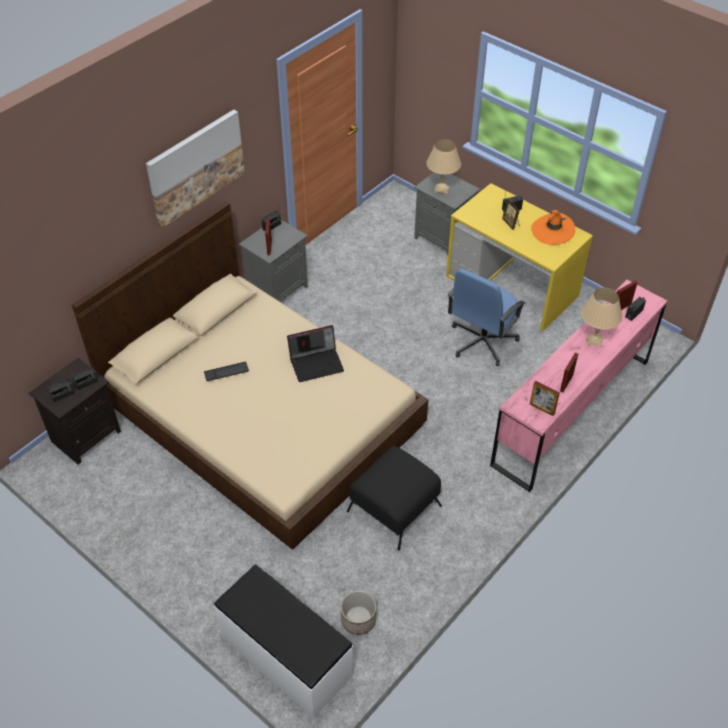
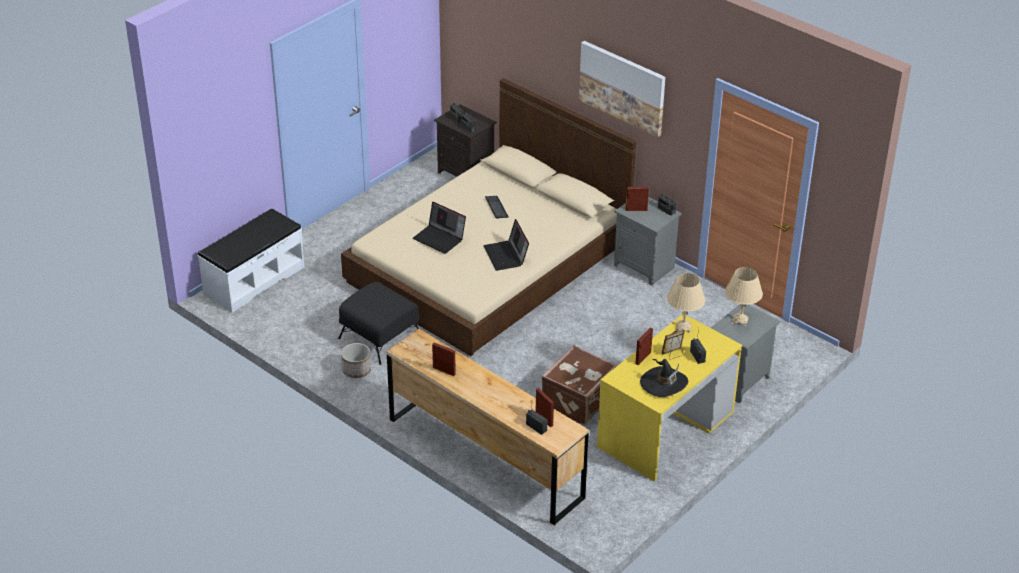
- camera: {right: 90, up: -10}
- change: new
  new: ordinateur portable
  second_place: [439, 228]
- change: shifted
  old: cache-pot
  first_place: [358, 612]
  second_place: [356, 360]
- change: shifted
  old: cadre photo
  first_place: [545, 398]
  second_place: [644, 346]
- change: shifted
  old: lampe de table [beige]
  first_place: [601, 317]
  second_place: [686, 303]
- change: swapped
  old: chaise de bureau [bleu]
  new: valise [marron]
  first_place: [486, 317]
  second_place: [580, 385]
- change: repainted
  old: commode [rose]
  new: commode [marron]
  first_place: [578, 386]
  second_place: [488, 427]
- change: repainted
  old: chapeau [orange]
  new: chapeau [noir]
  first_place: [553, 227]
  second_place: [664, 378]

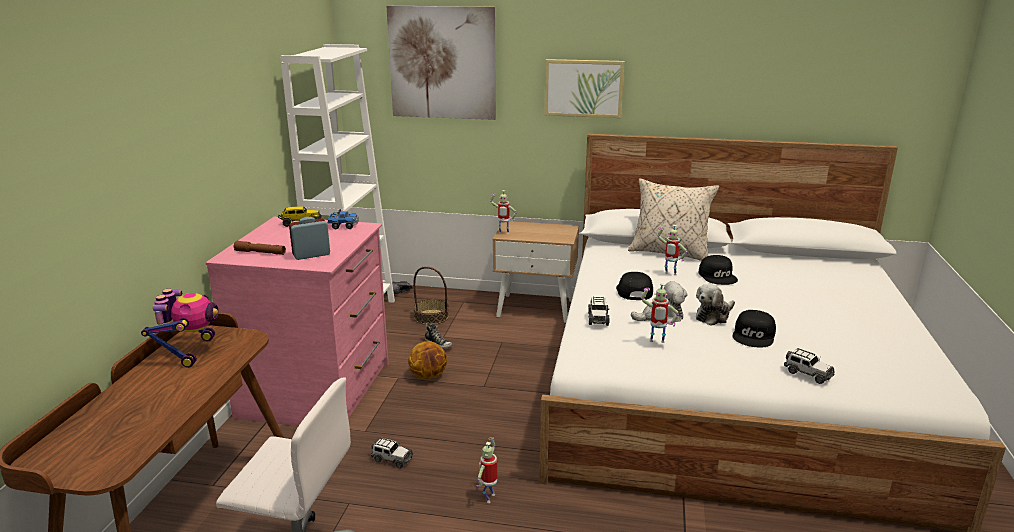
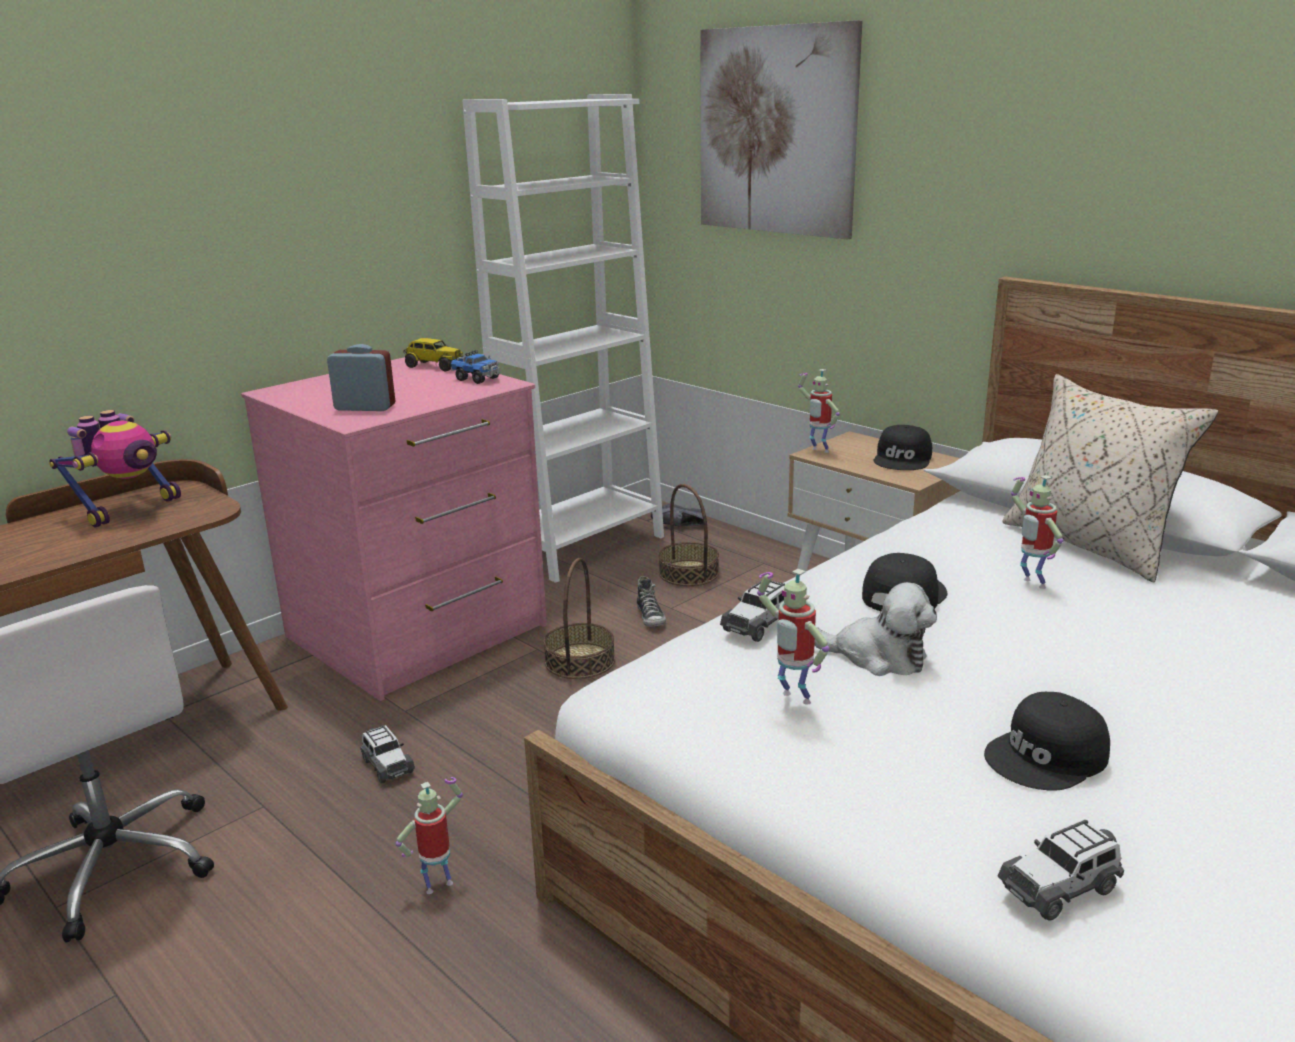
- camera: {right: 35, up: 0}
- change: gone
  old: lampe de poche [marron]
  first_place: [259, 248]
- change: gone
  old: tableau
  first_place: [584, 88]
- change: gone
  old: peluche
  first_place: [715, 305]
- change: shifted
  old: casquette [noir]
  first_place: [718, 270]
  second_place: [902, 447]
- change: swapped
  old: ballon de basket
  new: panier
  first_place: [427, 360]
  second_place: [579, 618]
- change: rotated
  old: petite voiture
  first_place: [809, 366]
  second_place: [1061, 870]
  degrees: 75

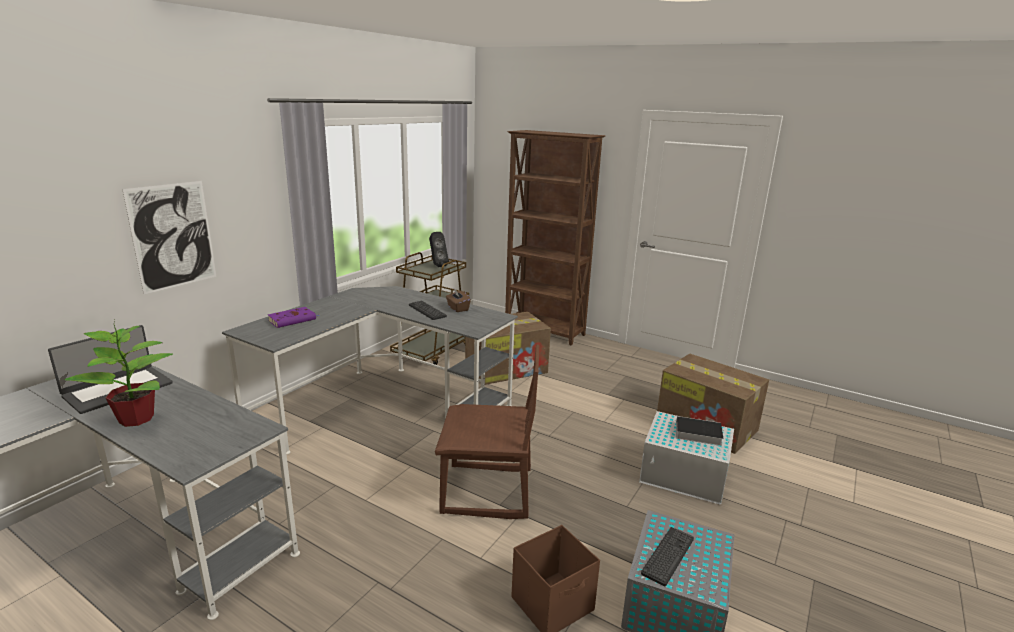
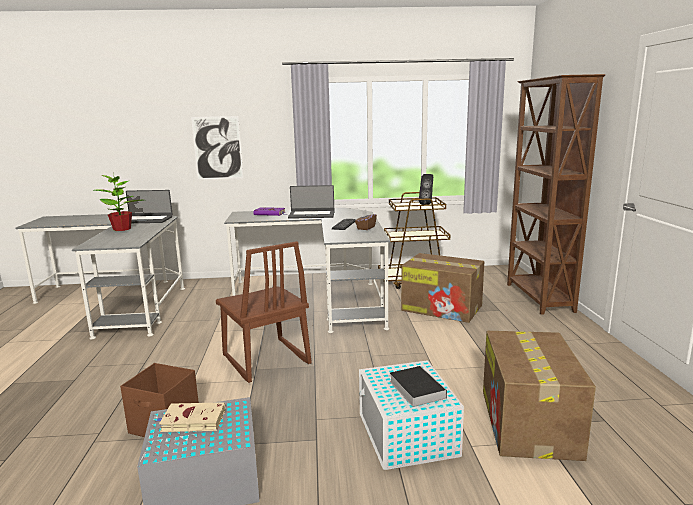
- camera: {right: 55, up: -5}
- change: new
  new: ordinateur portable
  second_place: [311, 202]
- change: swapped
  old: clavier
  new: livre [beige]
  first_place: [667, 556]
  second_place: [191, 417]

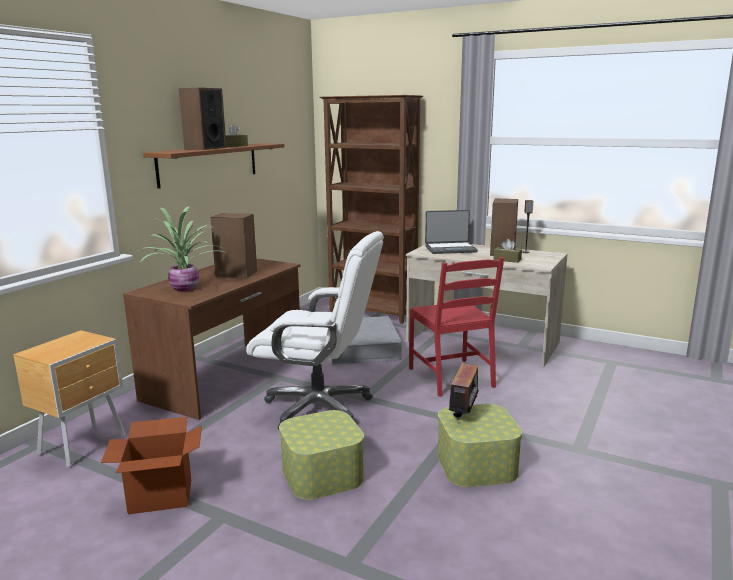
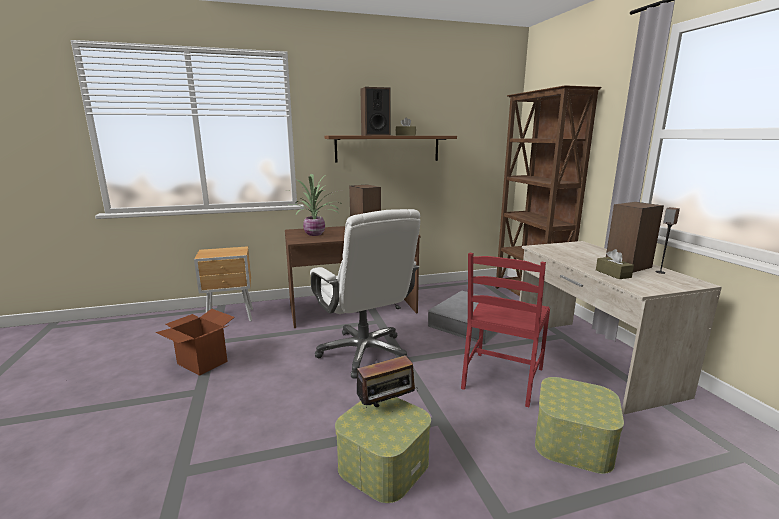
- camera: {right: 45, up: 0}
- change: gone
  old: ordinateur portable
  first_place: [451, 232]
- change: shifted
  old: boîte de rangement
  first_place: [321, 455]
  second_place: [579, 425]

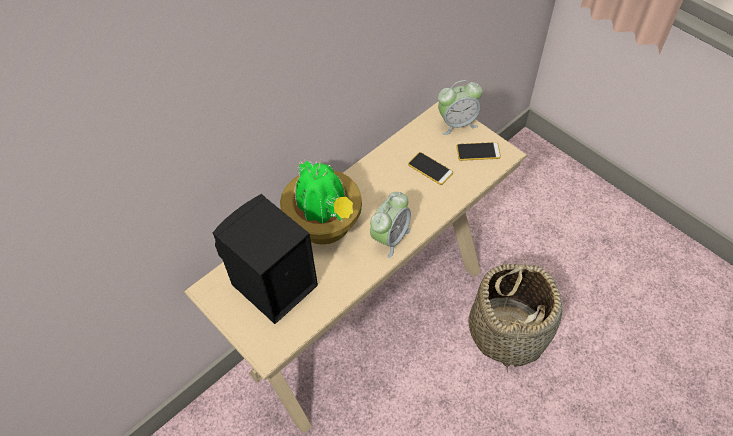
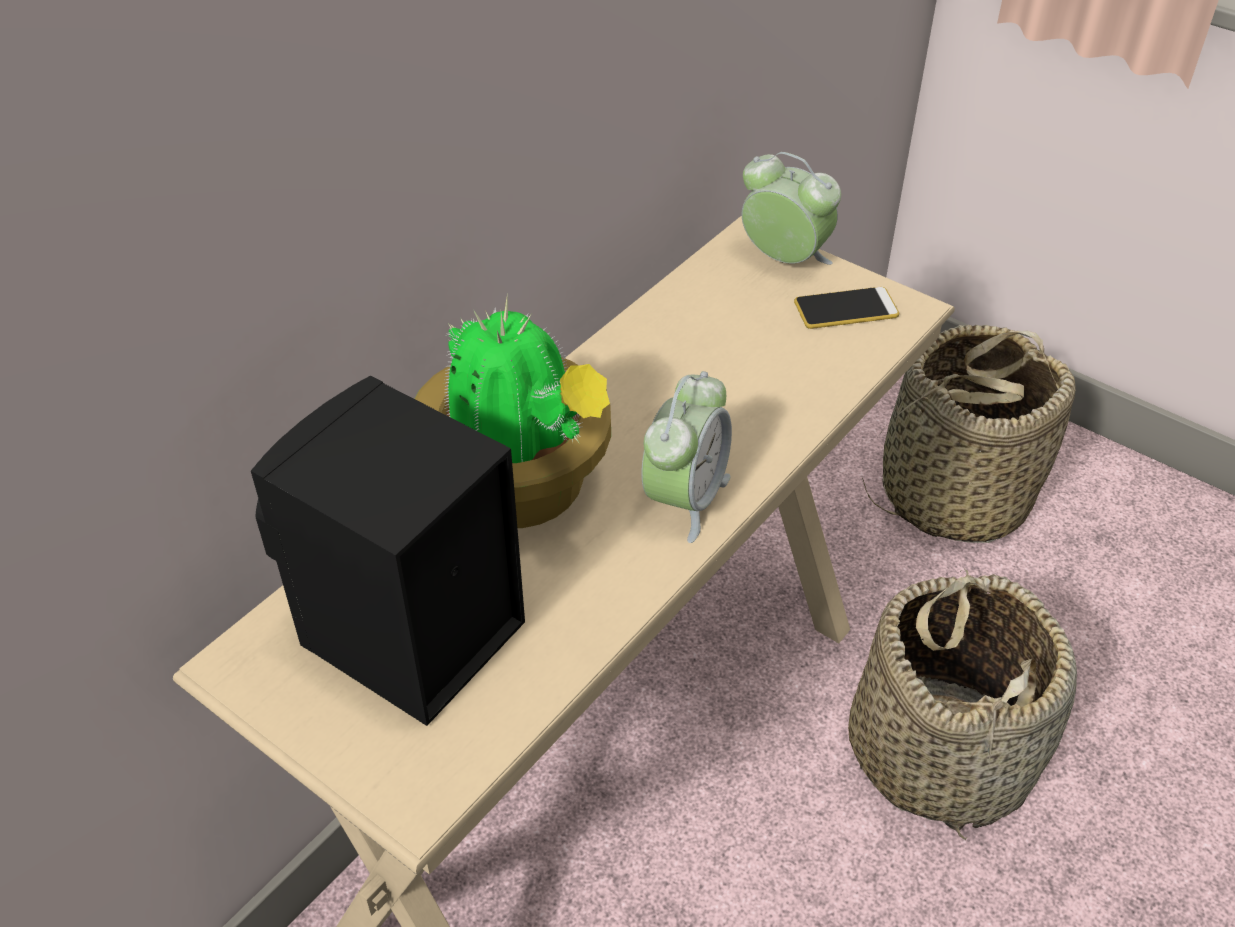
- camera: {right: -10, up: -10}
- change: gone
  old: téléphone
  first_place: [430, 168]
- change: new
  new: panier
  second_place: [968, 434]
- change: rotated
  old: réveil
  first_place: [460, 107]
  second_place: [791, 208]
  degrees: -120

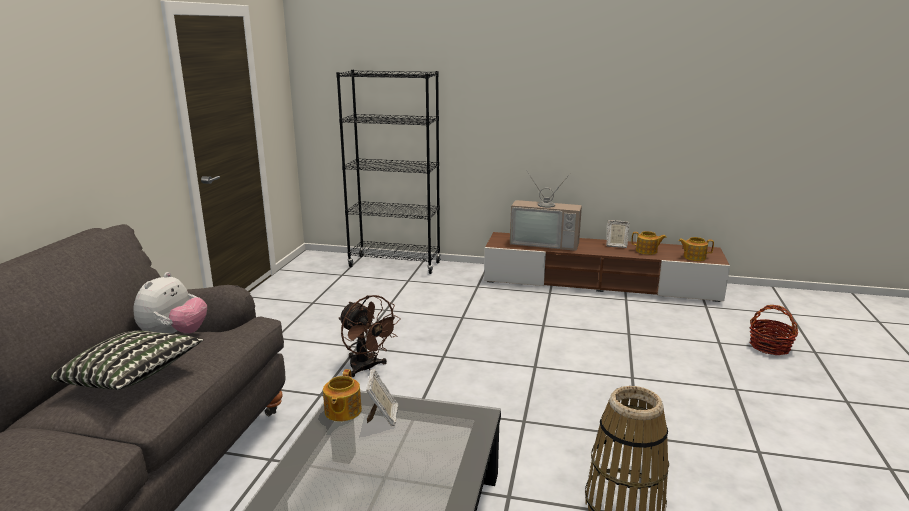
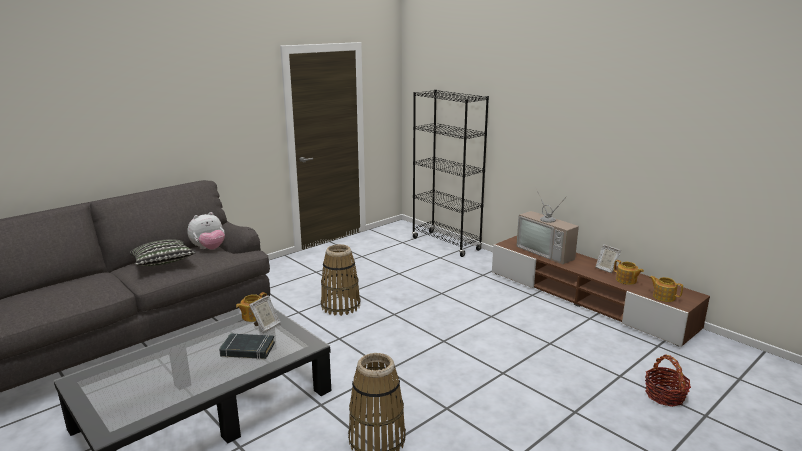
- camera: {right: 35, up: 0}
- change: new
  new: livre [noir]
  second_place: [247, 346]
- change: swapped
  old: ventilateur [marron]
  new: panier
  first_place: [370, 336]
  second_place: [340, 280]

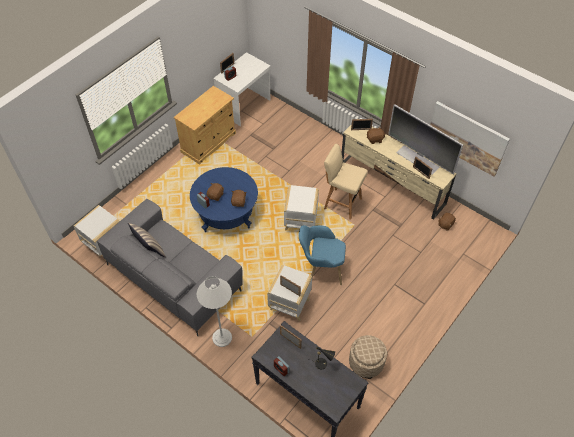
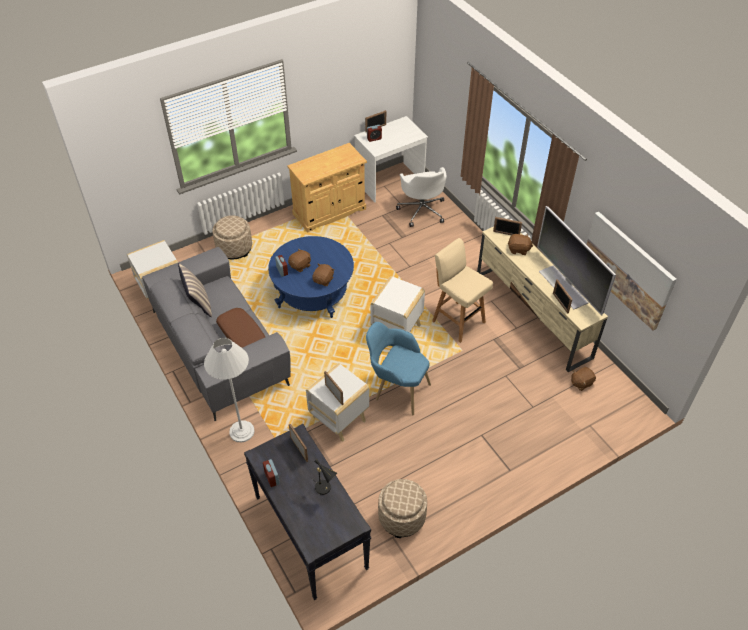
- camera: {right: 20, up: -5}
- change: new
  new: pouf [beige]
  second_place: [232, 237]
- change: new
  new: coussin [marron]
  second_place: [240, 328]
- change: new
  new: chaise de bureau [blanc]
  second_place: [421, 197]

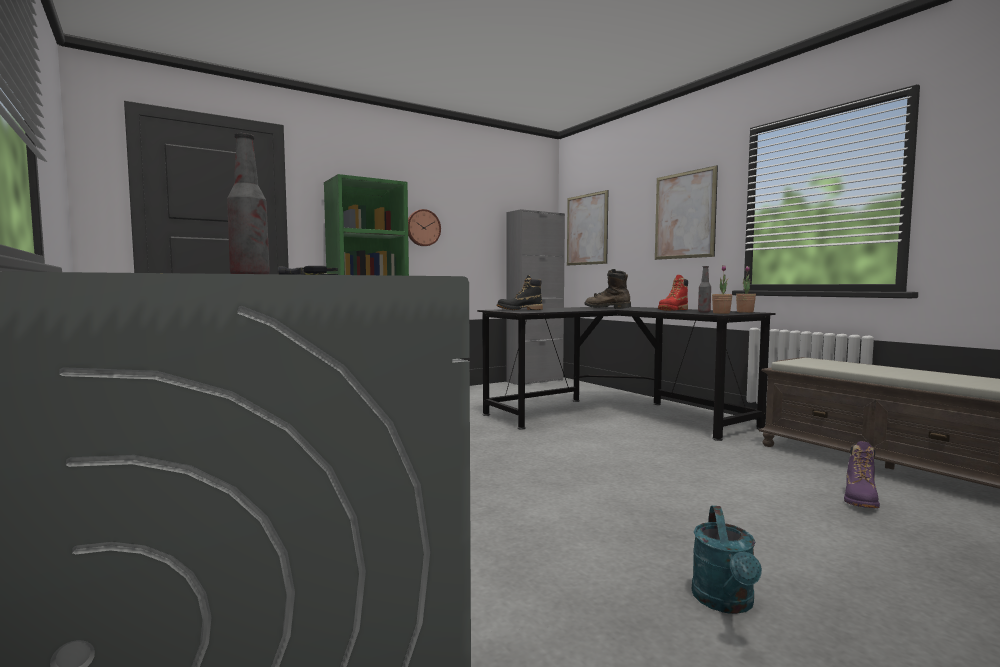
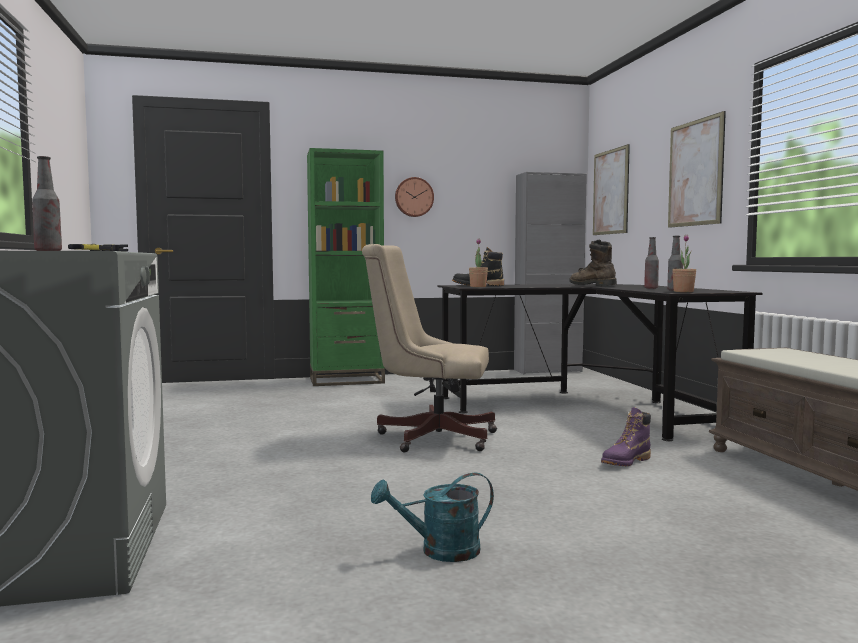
- camera: {right: 20, up: 0}
- change: new
  new: chaise de bureau [beige]
  second_place: [429, 348]
- change: shifted
  old: plante en pot
  first_place: [746, 289]
  second_place: [478, 262]
- change: shifted
  old: botte [violet]
  first_place: [862, 474]
  second_place: [626, 436]
- change: swapped
  old: botte [rouge]
  new: bouteille
  first_place: [673, 293]
  second_place: [651, 263]
- change: rotated
  old: arrosoir [turquoise]
  first_place: [727, 560]
  second_place: [432, 517]
  degrees: 45

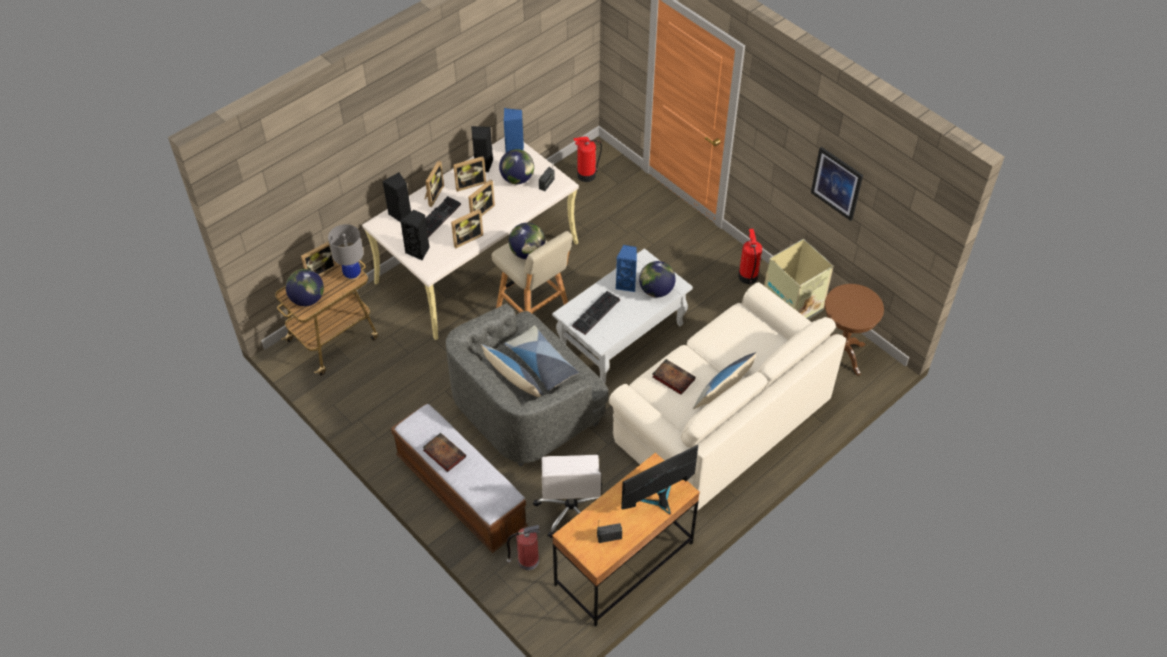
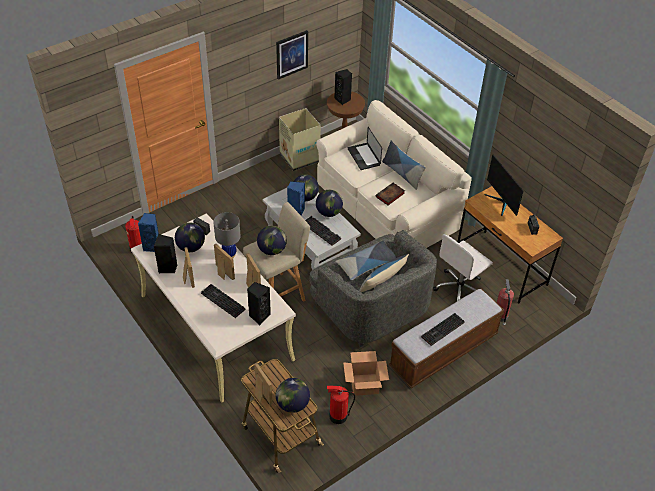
- camera: {right: -85, up: -5}
- change: gone
  old: cadre photo
  first_place: [434, 183]
- change: new
  new: globe
  second_place: [329, 203]
- change: new
  new: carton
  second_place: [366, 373]
- change: new
  new: ordinateur portable
  second_place: [365, 148]
- change: shifted
  old: lampe de table [gris]
  first_place: [346, 252]
  second_place: [227, 235]
- change: shifted
  old: enceinte [noir]
  first_place: [396, 197]
  second_place: [343, 87]
- change: shifted
  old: extincteur
  first_place: [750, 256]
  second_place: [341, 404]
- change: swapped
  old: livre
  new: clavier
  first_place: [444, 452]
  second_place: [443, 329]
- change: rotated
  old: chaise de bureau [blanc]
  first_place: [567, 496]
  second_place: [463, 267]
  degrees: 135

